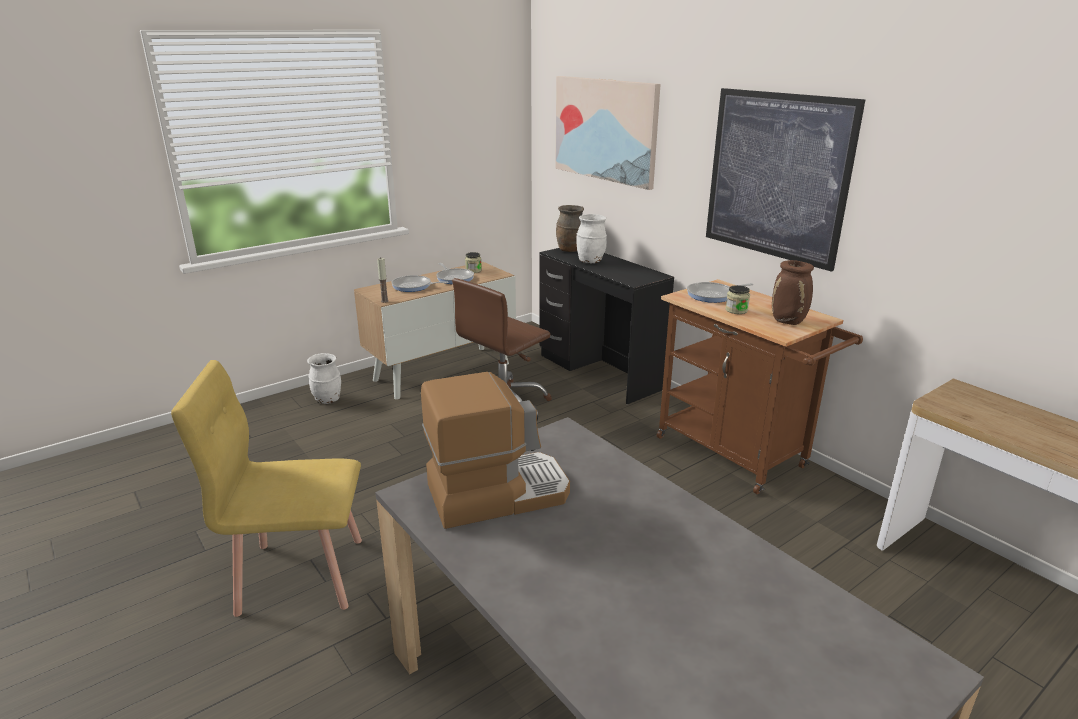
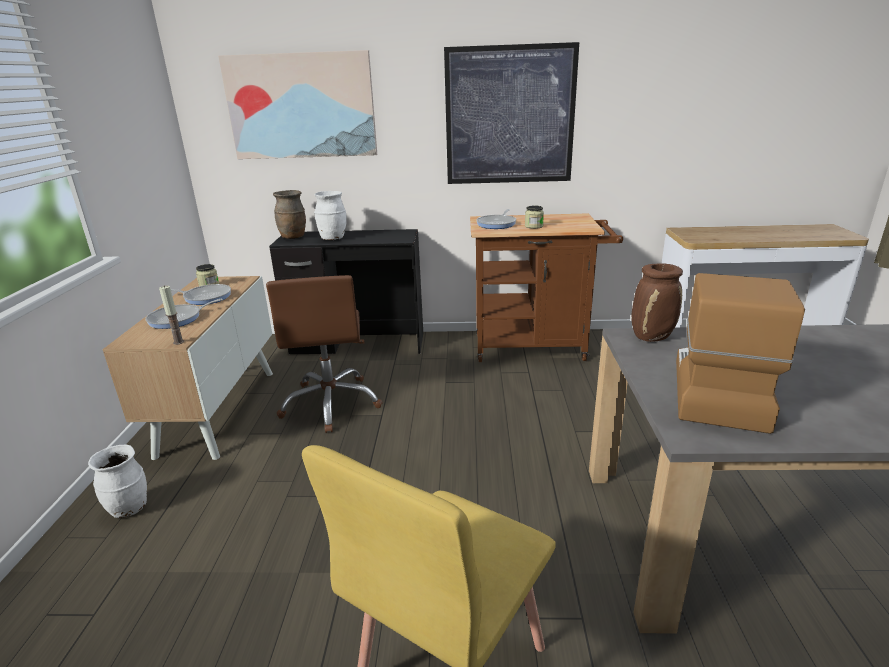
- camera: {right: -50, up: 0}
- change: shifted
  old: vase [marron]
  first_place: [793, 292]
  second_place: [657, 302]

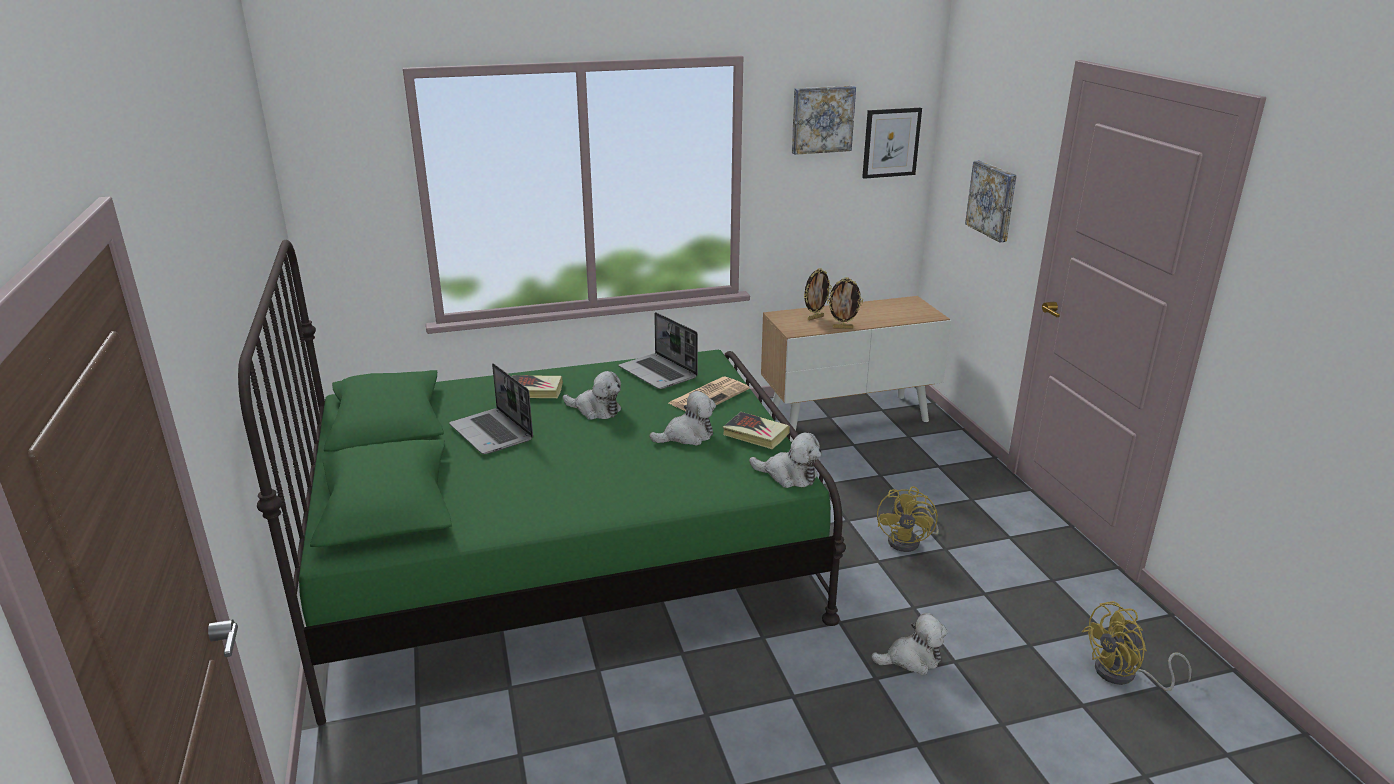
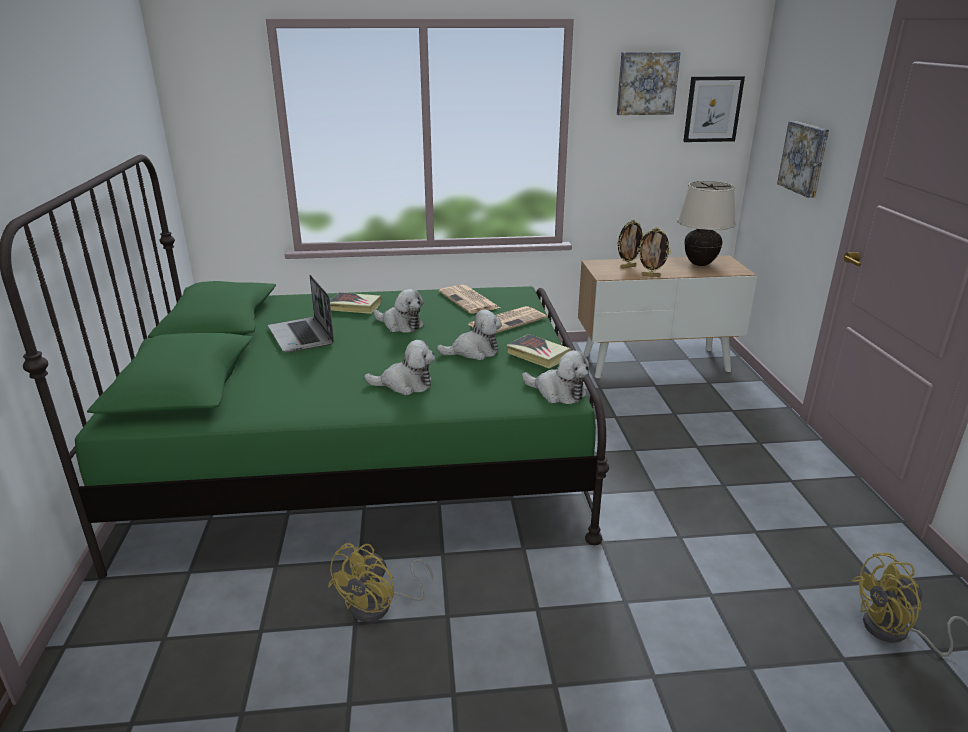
- camera: {right: 10, up: 0}
- change: new
  new: lampe de table [beige]
  second_place: [706, 223]
- change: shifted
  old: peluche
  first_place: [909, 644]
  second_place: [399, 367]
- change: shifted
  old: ventilateur [jaune]
  first_place: [908, 519]
  second_place: [380, 582]
- change: swapped
  old: ordinateur portable
  new: journal
  first_place: [658, 350]
  second_place: [469, 299]

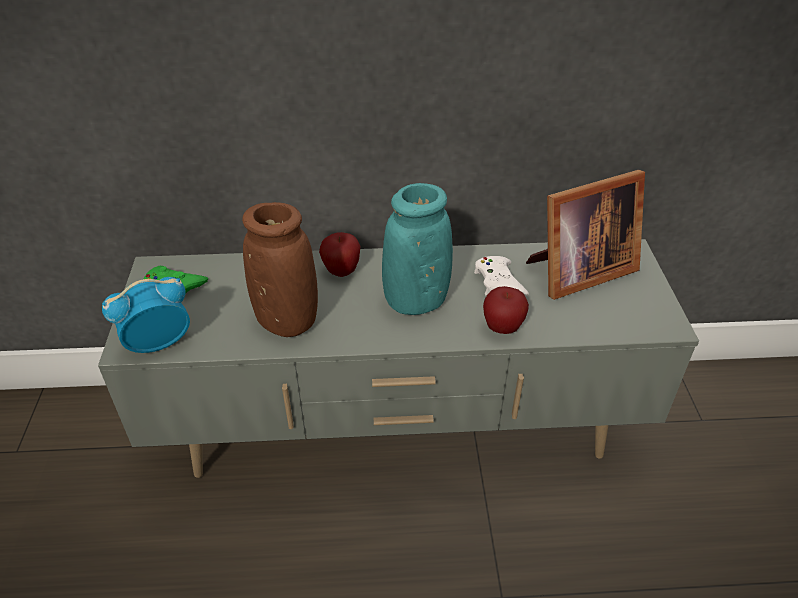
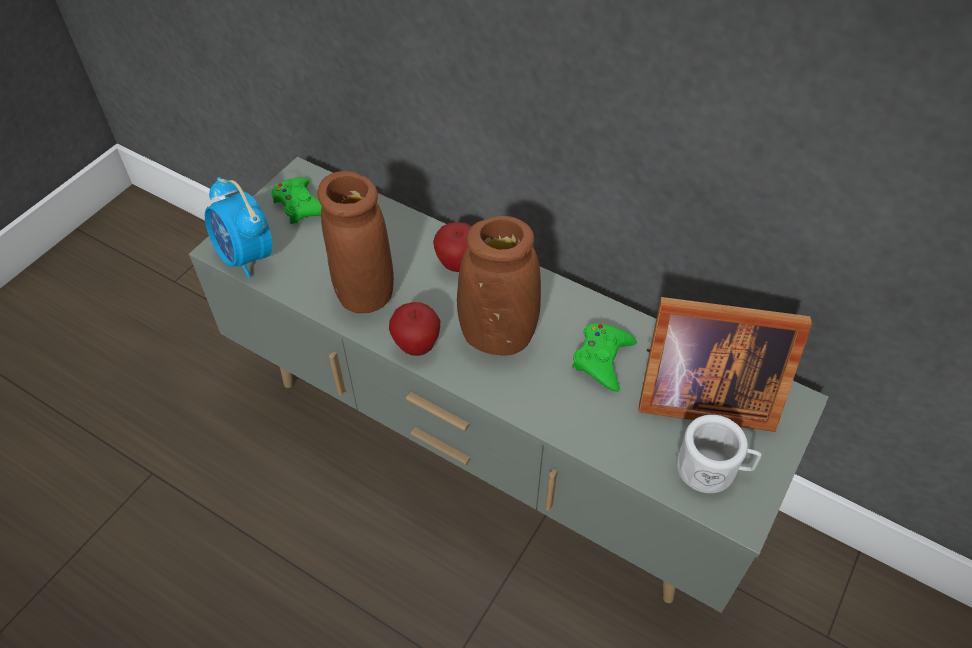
- camera: {right: 35, up: 10}
- change: new
  new: mug [blanc]
  second_place: [719, 454]
- change: shifted
  old: pomme
  first_place: [506, 310]
  second_place: [414, 329]
- change: repainted
  old: vase [turquoise]
  new: vase [marron]
  first_place: [417, 249]
  second_place: [499, 286]
- change: repainted
  old: manette [blanc]
  new: manette [vert]
  first_place: [501, 276]
  second_place: [604, 358]
- change: rotated
  old: réveil
  first_place: [146, 315]
  second_place: [238, 228]
  degrees: -135

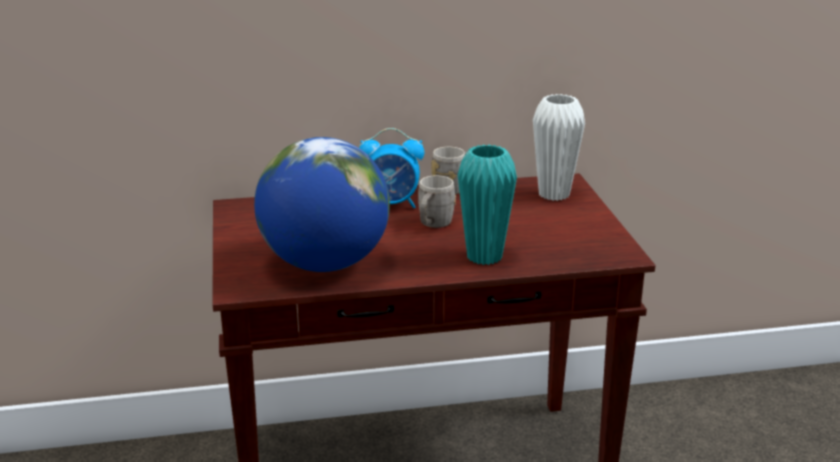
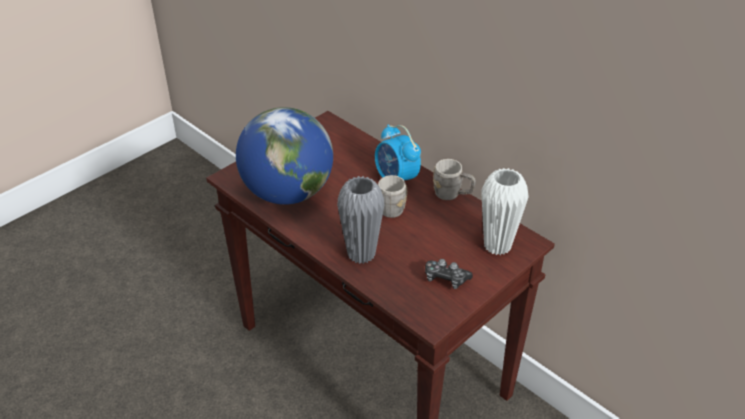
- camera: {right: 55, up: 15}
- change: new
  new: manette
  second_place: [449, 274]
- change: repainted
  old: vase [turquoise]
  new: vase [gris]
  first_place: [487, 205]
  second_place: [360, 220]

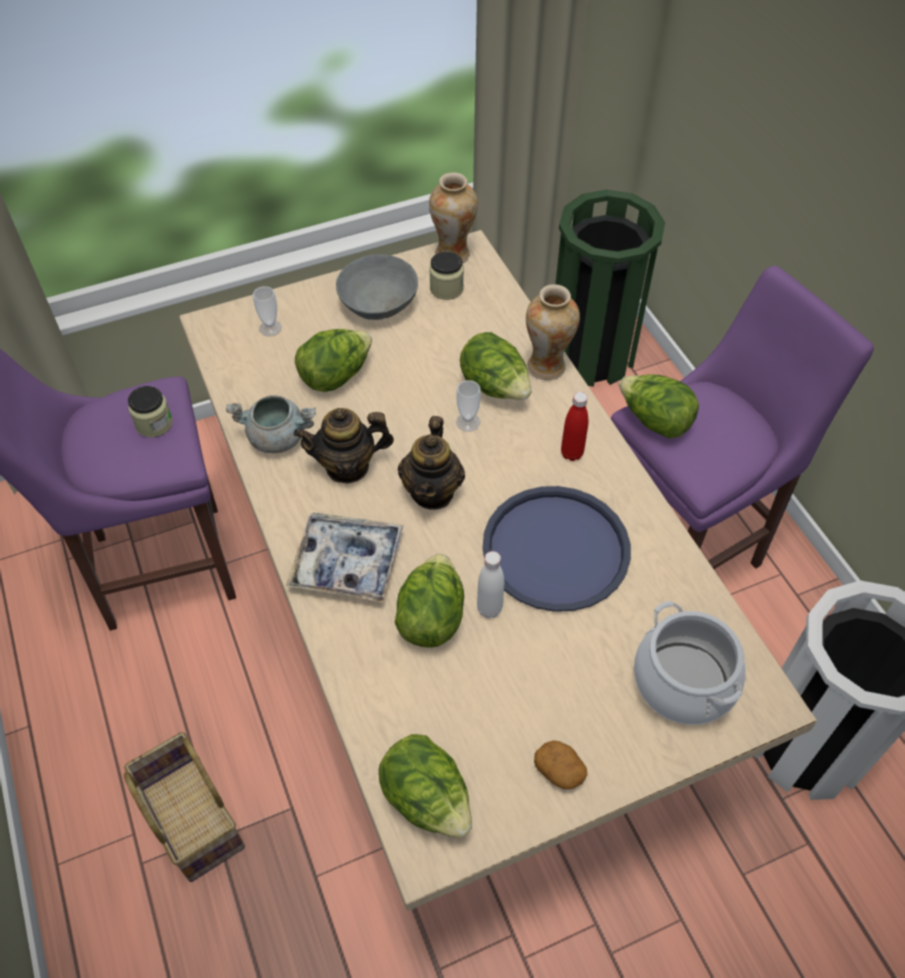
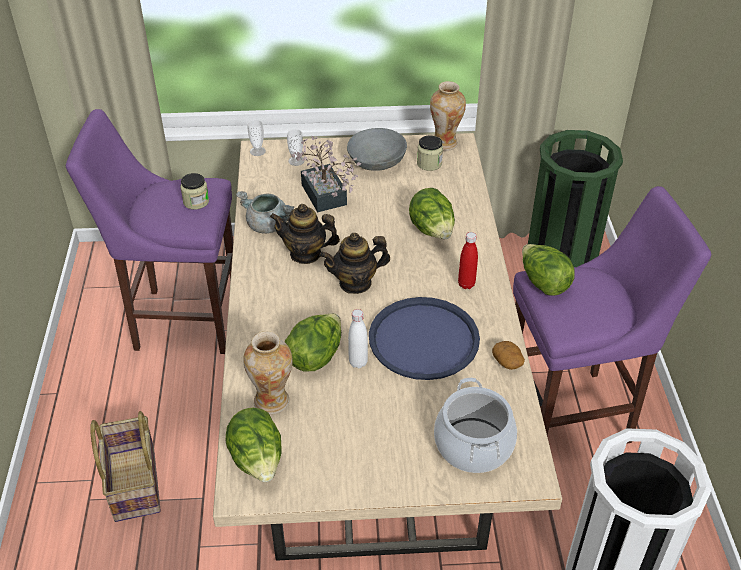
- camera: {right: 20, up: -10}
- change: gone
  old: plateau
  first_place: [344, 558]
- change: shifted
  old: tasse
  first_place: [468, 406]
  second_place: [256, 137]
- change: shifted
  old: vase
  first_place: [553, 332]
  second_place: [268, 373]
- change: shifted
  old: pomme de terre
  first_place: [561, 764]
  second_place: [508, 355]
- change: swapped
  old: laitue
  new: plante en pot
  first_place: [333, 360]
  second_place: [326, 174]
- change: rotated
  old: théière
  first_place: [431, 463]
  second_place: [355, 263]
  degrees: 45

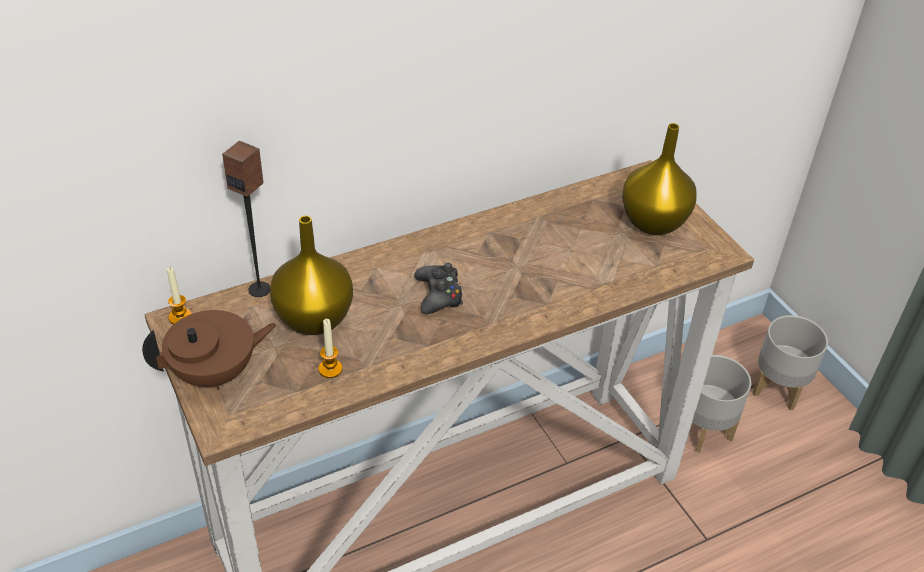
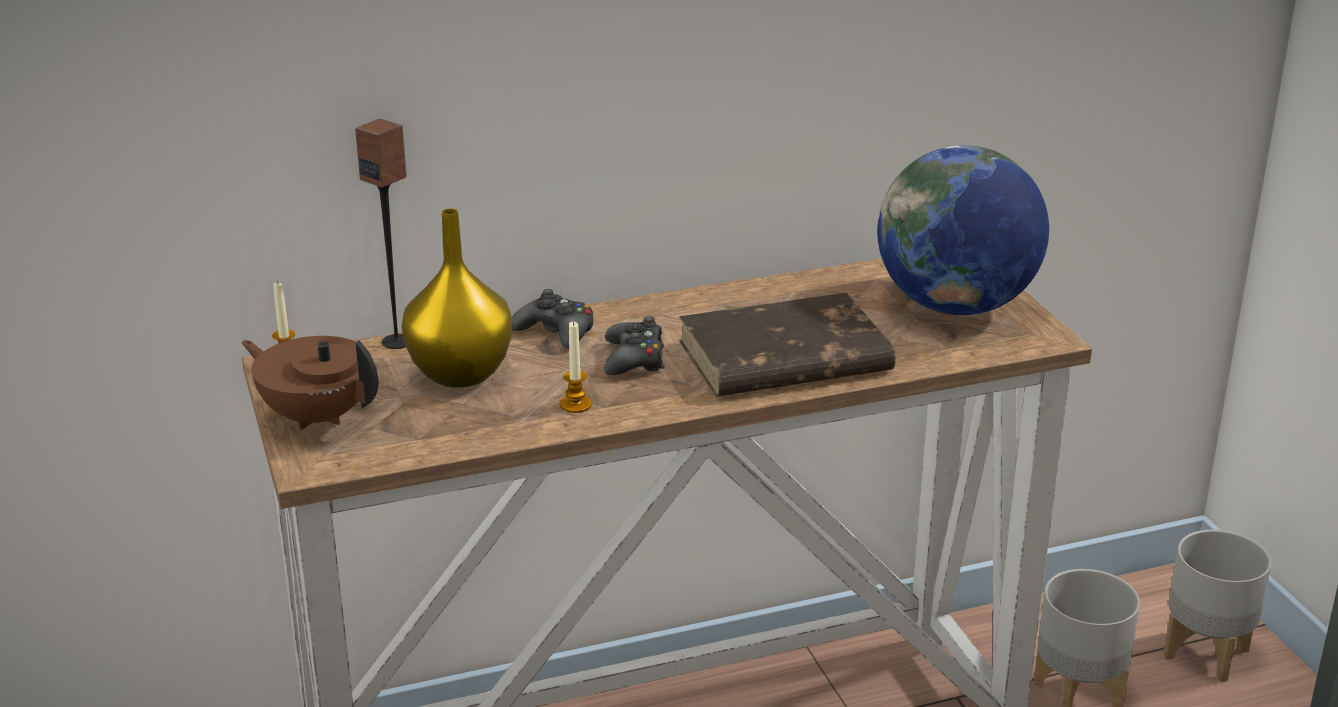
- camera: {right: 10, up: -15}
- change: new
  new: manette [noir]
  second_place: [552, 319]
- change: new
  new: livre [marron]
  second_place: [787, 345]
- change: shifted
  old: bougie
  first_place: [330, 348]
  second_place: [576, 367]
- change: swapped
  old: vase [jaune]
  new: globe
  first_place: [659, 179]
  second_place: [963, 230]
- change: rotated
  old: théière [marron]
  first_place: [209, 350]
  second_place: [309, 383]
  degrees: -135

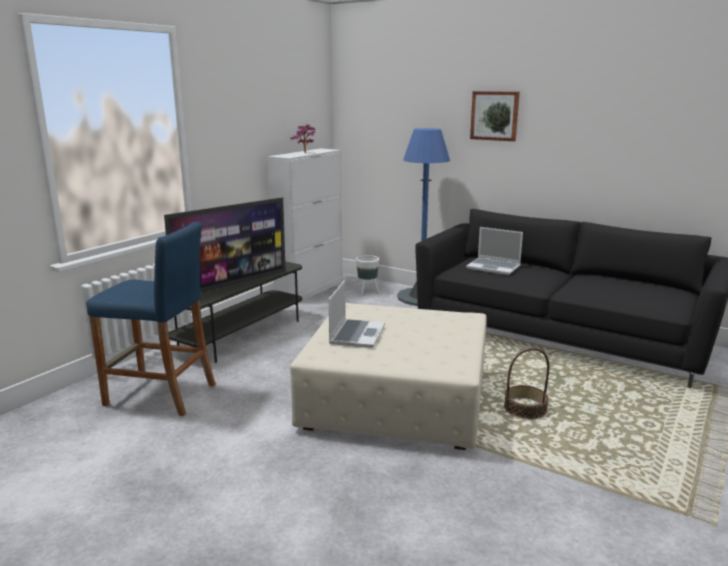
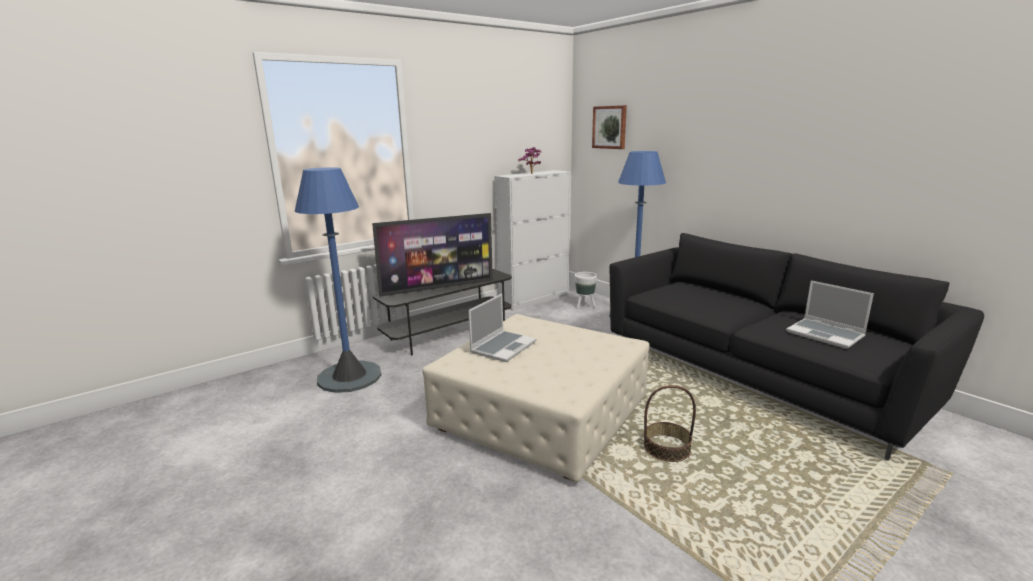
- camera: {right: 20, up: 0}
- change: shifted
  old: ordinateur portable
  first_place: [494, 251]
  second_place: [830, 314]
- change: shifted
  old: tableau
  first_place: [495, 116]
  second_place: [609, 127]
- change: swapped
  old: tabouret [bleu]
  new: lampadaire [bleu]
  first_place: [151, 319]
  second_place: [338, 280]

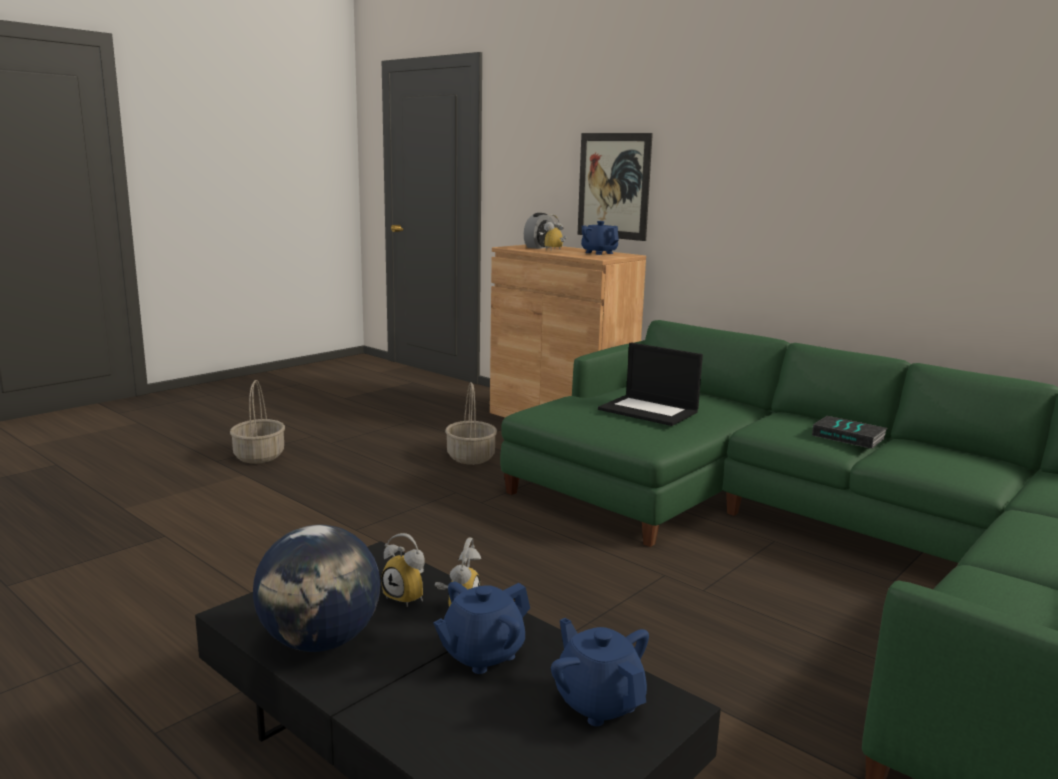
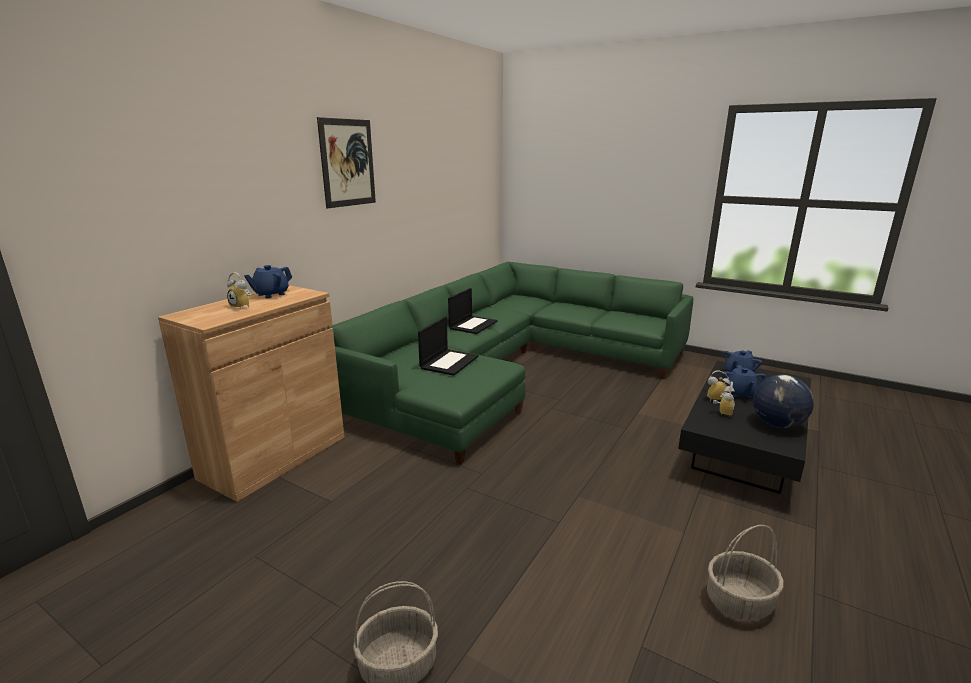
- camera: {right: -100, up: 5}
- change: gone
  old: réveil
  first_place: [539, 231]
- change: shifted
  old: panier
  first_place: [471, 423]
  second_place: [745, 573]
- change: shifted
  old: tableau
  first_place: [615, 187]
  second_place: [346, 162]
- change: swapped
  old: livre
  new: ordinateur portable
  first_place: [849, 432]
  second_place: [473, 311]
- change: rotated
  old: théière [bleu]
  first_place: [481, 628]
  second_place: [744, 381]
  degrees: 60

